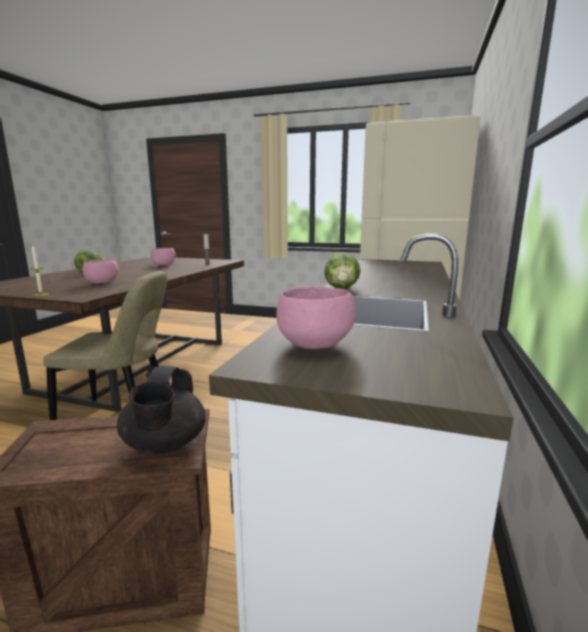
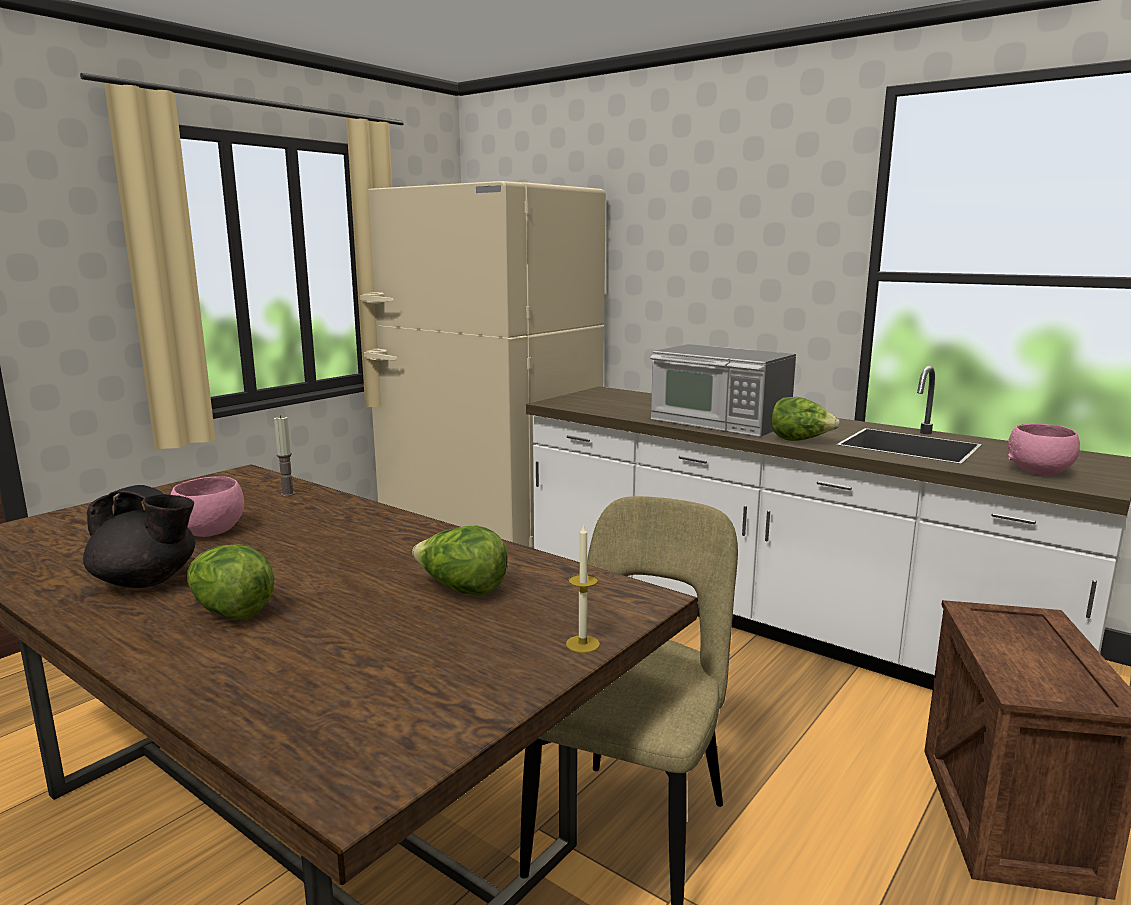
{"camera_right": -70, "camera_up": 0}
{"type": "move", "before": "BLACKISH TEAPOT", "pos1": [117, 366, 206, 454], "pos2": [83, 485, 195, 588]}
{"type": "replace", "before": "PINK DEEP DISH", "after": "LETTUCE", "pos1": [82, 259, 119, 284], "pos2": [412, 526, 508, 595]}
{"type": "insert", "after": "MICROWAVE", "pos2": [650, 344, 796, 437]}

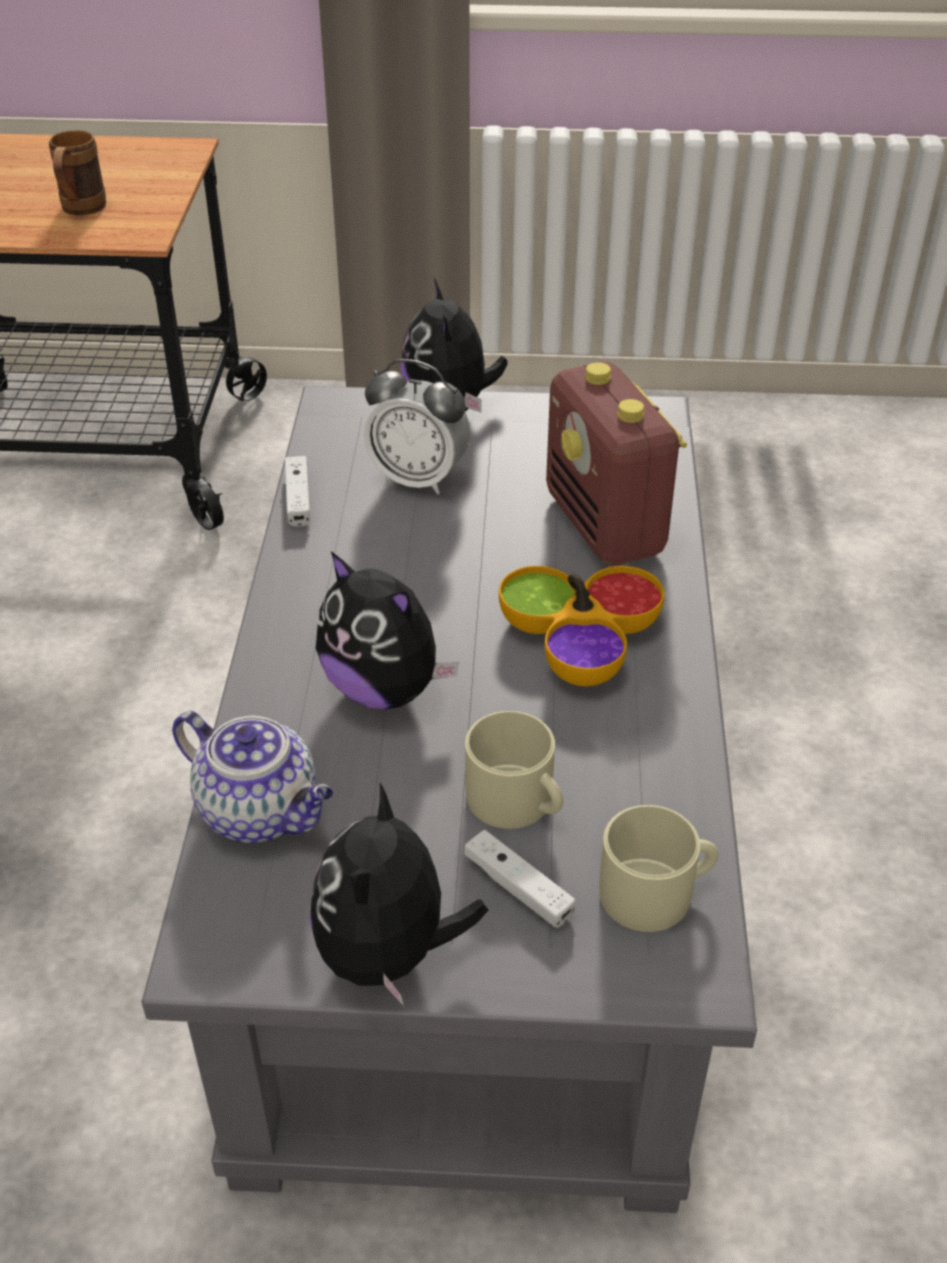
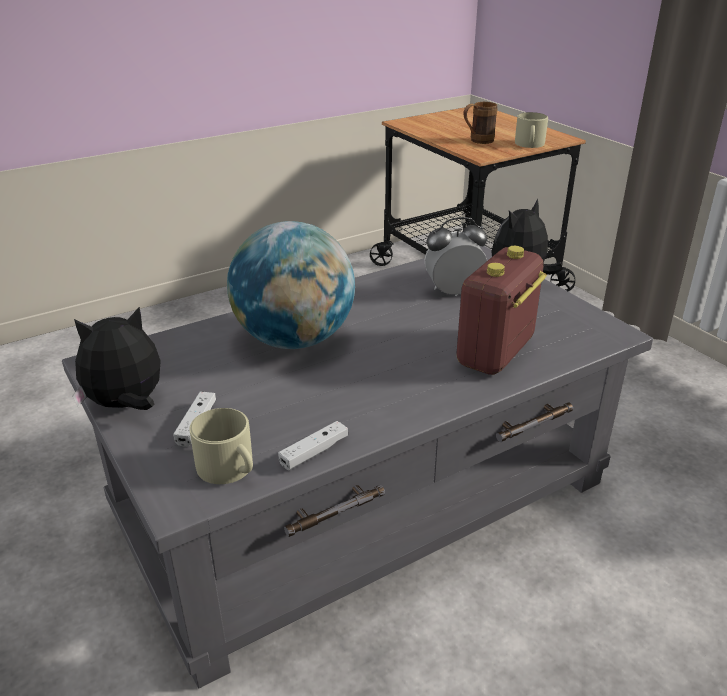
{"camera_right": 55, "camera_up": -10}
{"type": "replace", "before": "CUDDLY TOY", "after": "DESK GLOBE", "pos1": [316, 551, 459, 709], "pos2": [227, 221, 355, 349]}
{"type": "move", "before": "WHITE GAMEPAD", "pos1": [285, 456, 310, 527], "pos2": [278, 421, 348, 470]}
{"type": "rotate", "before": "BEDSIDE CLOCK", "pos1": [364, 359, 470, 495], "pos2": [425, 217, 487, 296], "turn": 90}
{"type": "move", "before": "SAND-COLOURED TEA MUG", "pos1": [465, 711, 563, 829], "pos2": [515, 112, 548, 148]}
{"type": "delete", "before": "TEAPOT", "pos1": [172, 711, 334, 843]}
{"type": "delete", "before": "DEEP DISH", "pos1": [499, 566, 664, 686]}

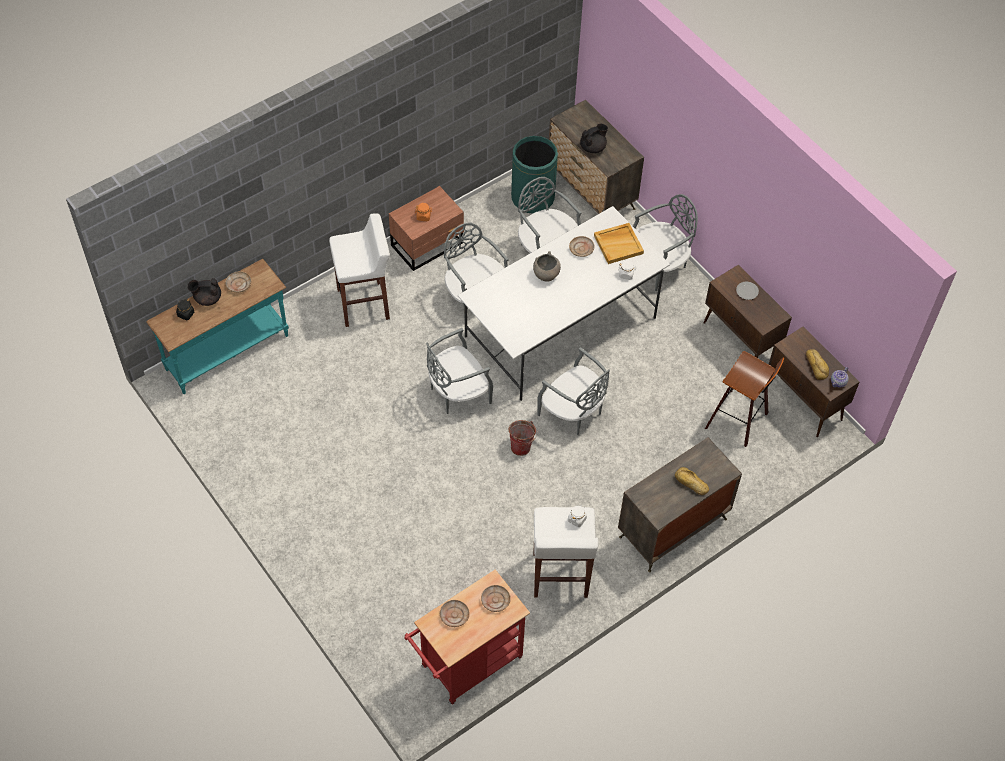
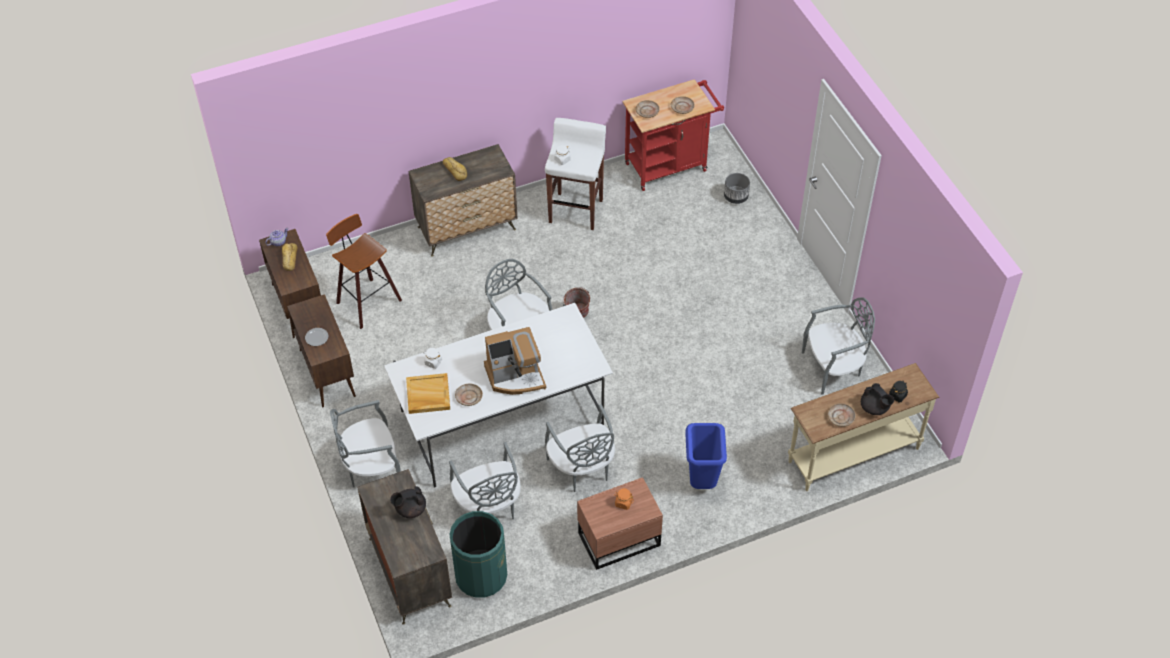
{"camera_right": -165, "camera_up": -5}
{"type": "replace", "before": "GRAY DEEP DISH", "after": "COFFEE BREWER", "pos1": [533, 251, 561, 282], "pos2": [484, 327, 546, 395]}
{"type": "replace", "before": "WHITE STOOL SEAT", "after": "BLUE WASTE BIN", "pos1": [329, 213, 390, 327], "pos2": [685, 423, 727, 489]}
{"type": "insert", "after": "GRAY FLOWER POT", "pos2": [724, 173, 750, 204]}
{"type": "recolor", "before": "TURQUOISE HALL TABLE", "after": "SAND-COLOURED HALL TABLE", "pos1": [146, 259, 289, 394], "pos2": [788, 363, 939, 491]}
{"type": "move", "before": "GRAY PLAIN CHAIR", "pos1": [426, 328, 493, 414], "pos2": [802, 297, 875, 394]}
{"type": "rotate", "before": "BLACKISH TEAPOT", "pos1": [187, 278, 221, 306], "pos2": [861, 383, 894, 415], "turn": 45}

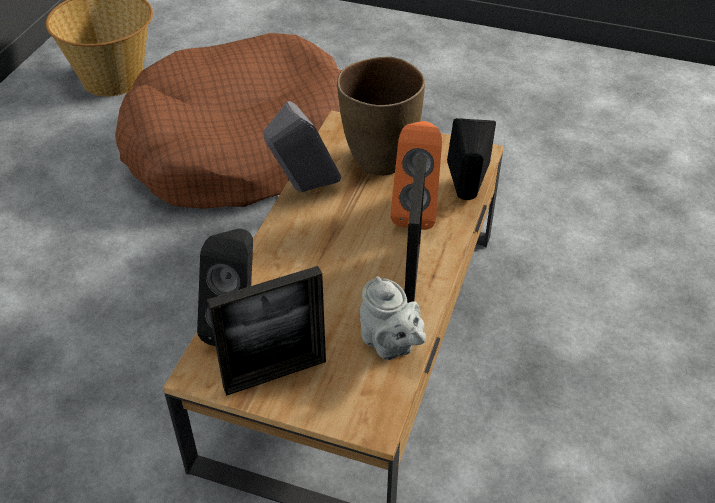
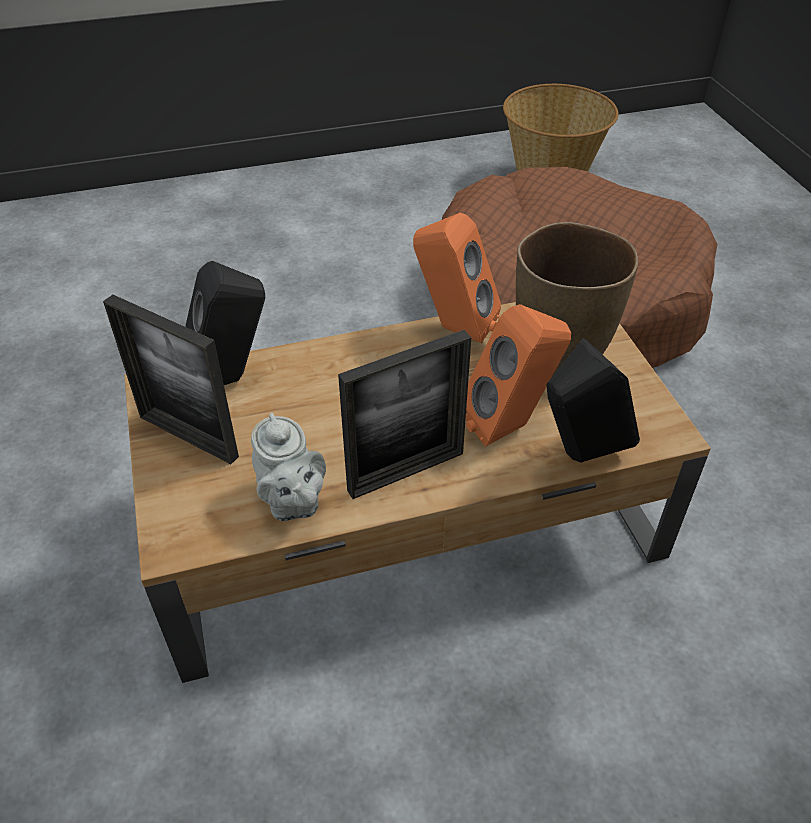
{"camera_right": 55, "camera_up": 0}
{"type": "rotate", "before": "GRAY TEAPOT", "pos1": [360, 276, 426, 360], "pos2": [251, 413, 326, 521], "turn": -45}
{"type": "recolor", "before": "GRAY LOUDSPEAKER", "after": "ORANGE-COLOURED LOUDSPEAKER", "pos1": [264, 101, 341, 192], "pos2": [413, 213, 501, 343]}

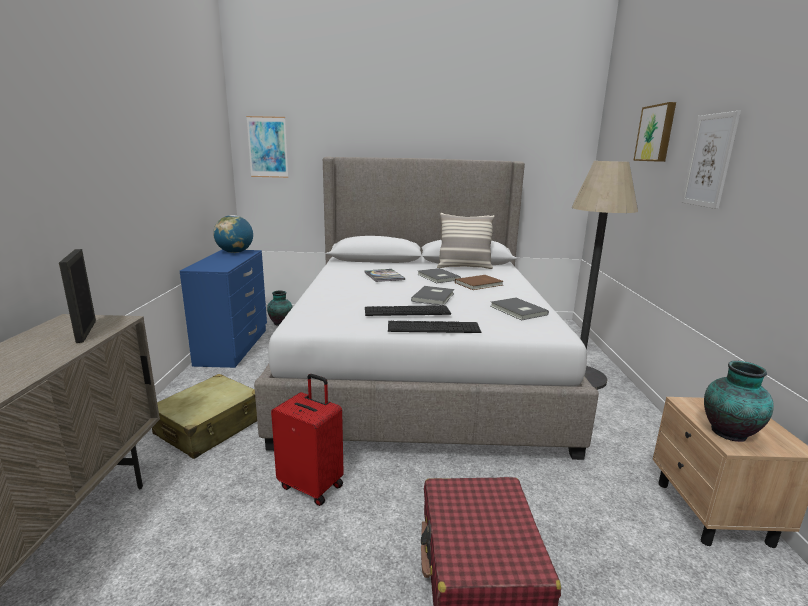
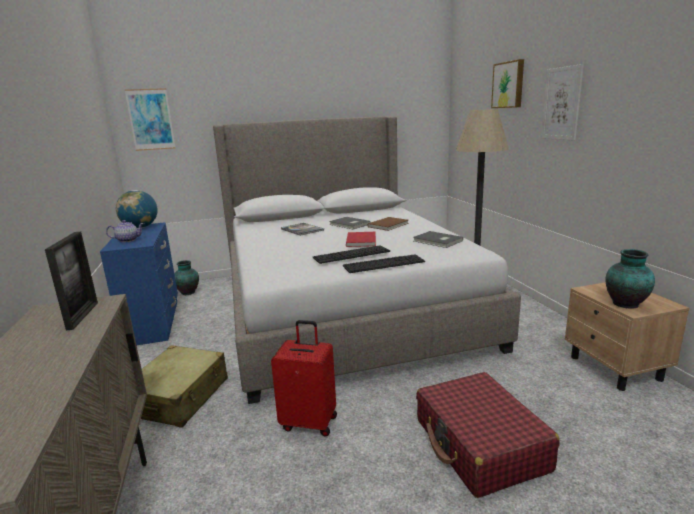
{"camera_right": -15, "camera_up": 0}
{"type": "rotate", "before": "PHOTO FRAME", "pos1": [59, 249, 96, 343], "pos2": [45, 232, 98, 330], "turn": -150}
{"type": "insert", "after": "TEAPOT", "pos2": [106, 220, 144, 242]}
{"type": "recolor", "before": "GRAY BOOK", "after": "RED-COLOURED BOOK", "pos1": [411, 286, 454, 306], "pos2": [346, 232, 376, 247]}
{"type": "delete", "before": "CUSHION", "pos1": [437, 213, 494, 269]}

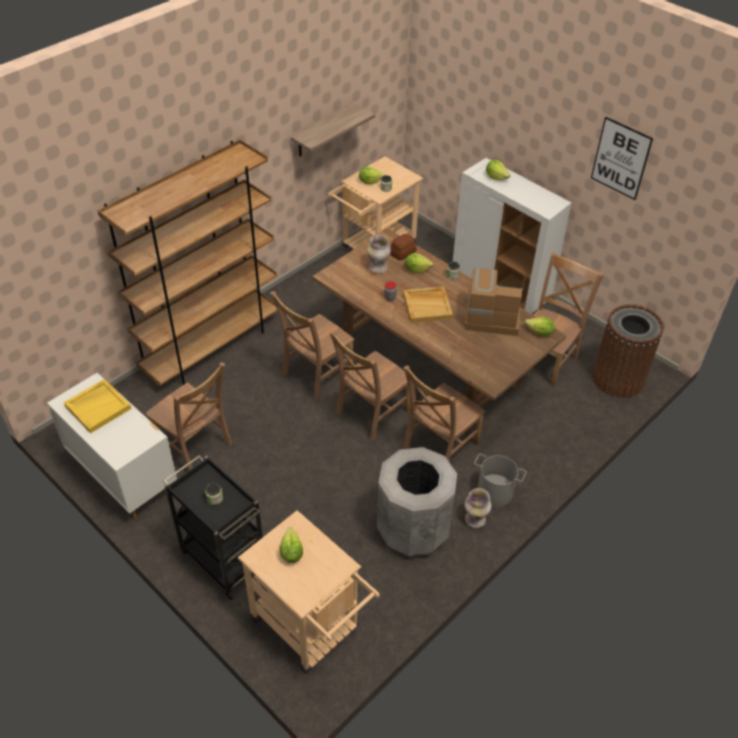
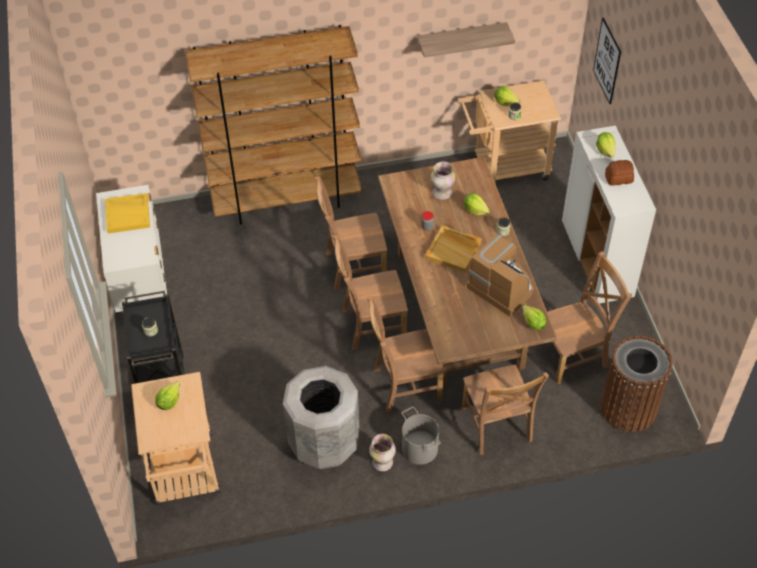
{"camera_right": 35, "camera_up": 5}
{"type": "move", "before": "BROWN-COLOURED PLAIN CHAIR", "pos1": [145, 362, 232, 470], "pos2": [462, 364, 549, 455]}
{"type": "move", "before": "WALL ART", "pos1": [591, 117, 653, 200], "pos2": [593, 18, 621, 104]}
{"type": "move", "before": "BAKED BREAD", "pos1": [390, 234, 417, 260], "pos2": [605, 160, 634, 186]}

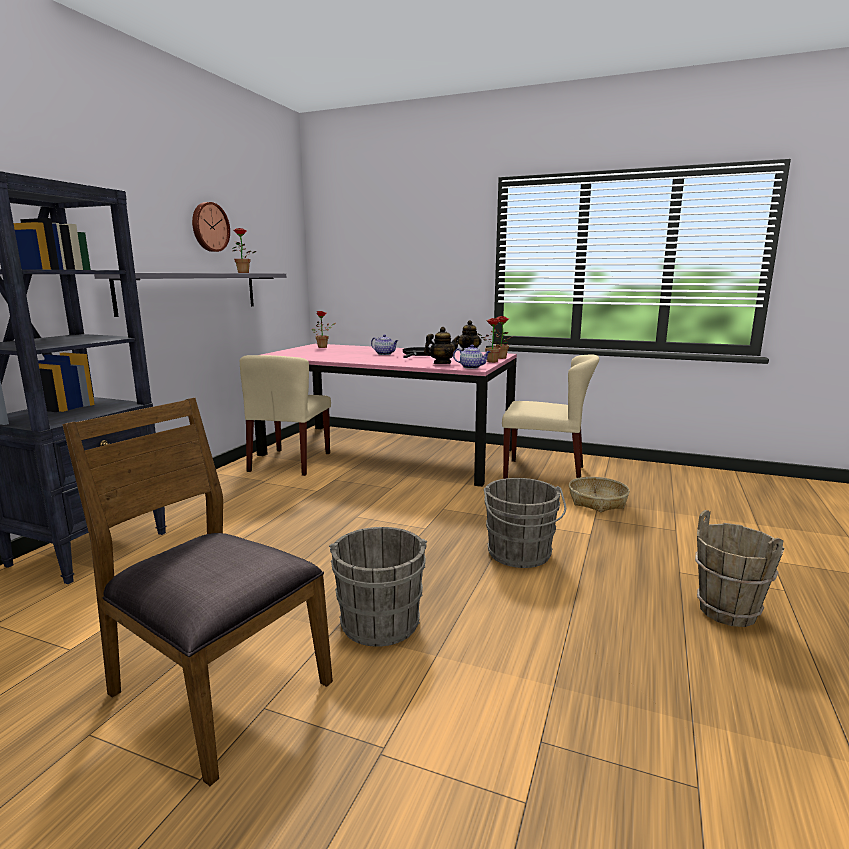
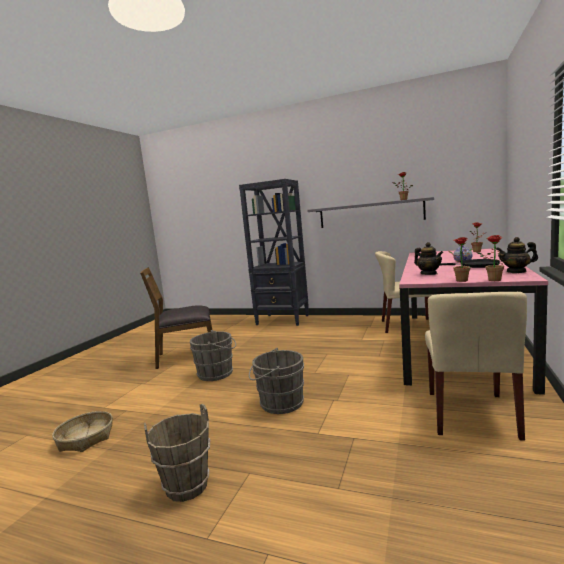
{"camera_right": 90, "camera_up": -5}
{"type": "move", "before": "BASKET", "pos1": [569, 477, 630, 512], "pos2": [52, 411, 113, 452]}
{"type": "rotate", "before": "BROWN-COLOURED PLAIN CHAIR", "pos1": [62, 398, 333, 786], "pos2": [140, 267, 212, 369], "turn": -135}
{"type": "delete", "before": "CLOCK ON THE WALL", "pos1": [192, 202, 230, 252]}
{"type": "delete", "before": "TEAPOT", "pos1": [453, 345, 491, 369]}

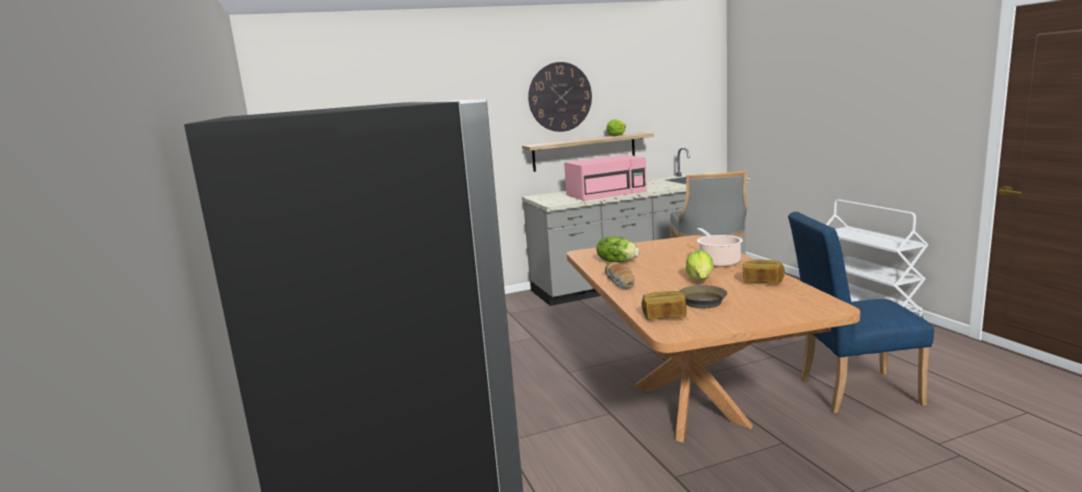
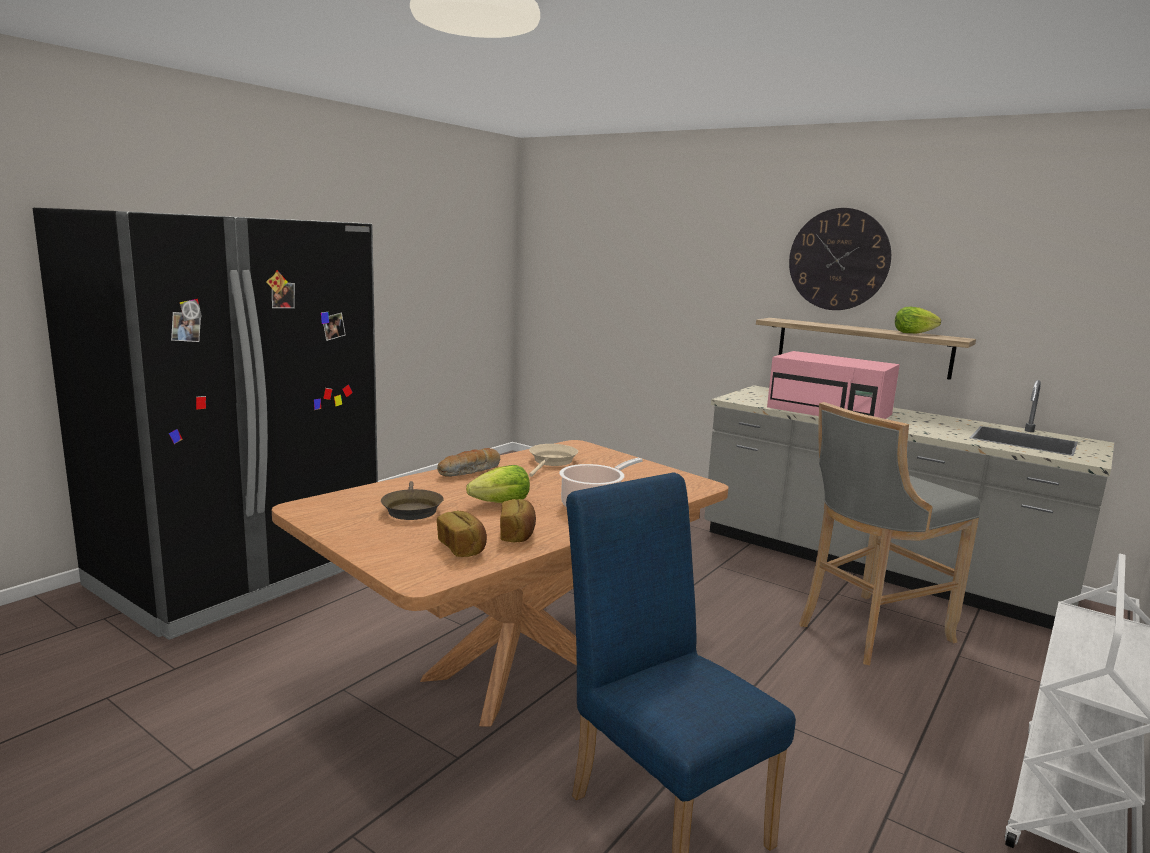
{"camera_right": 55, "camera_up": 0}
{"type": "move", "before": "BAKED BREAD", "pos1": [642, 291, 686, 320], "pos2": [437, 511, 487, 557]}
{"type": "replace", "before": "LETTUCE", "after": "SAND-COLOURED SKILLET", "pos1": [596, 236, 640, 262], "pos2": [529, 444, 578, 477]}

